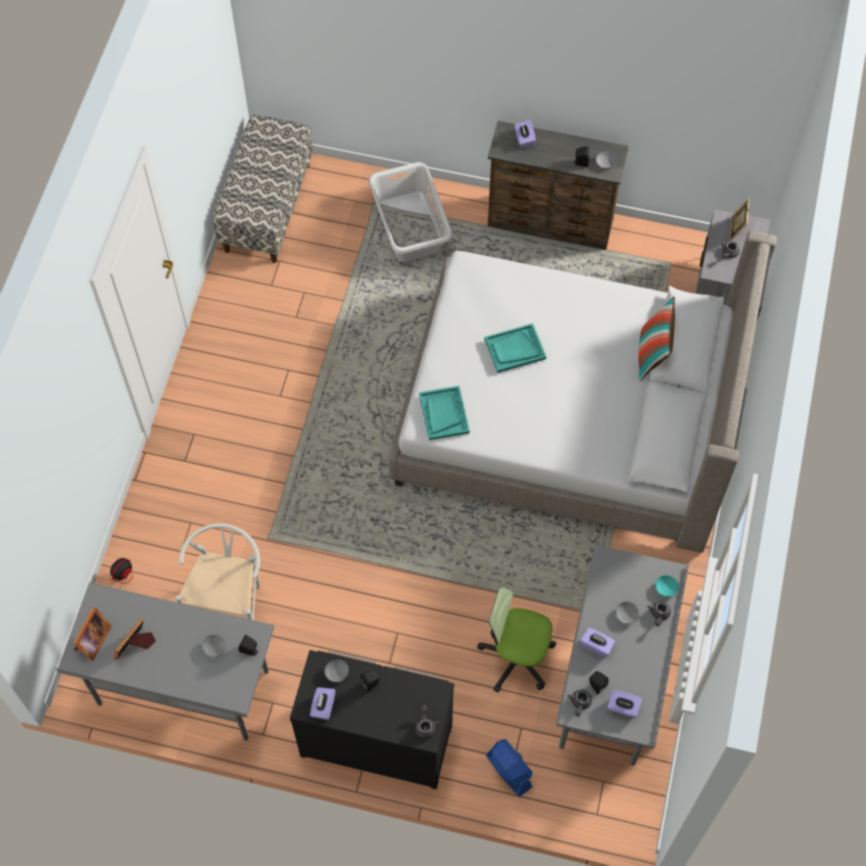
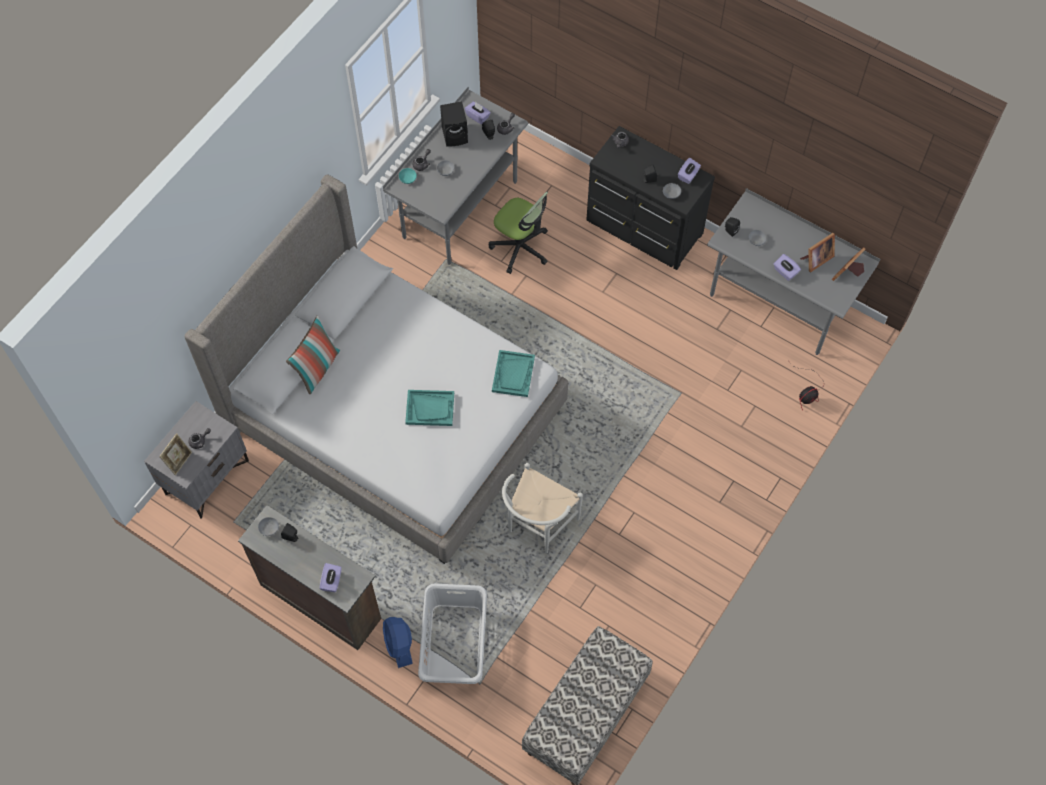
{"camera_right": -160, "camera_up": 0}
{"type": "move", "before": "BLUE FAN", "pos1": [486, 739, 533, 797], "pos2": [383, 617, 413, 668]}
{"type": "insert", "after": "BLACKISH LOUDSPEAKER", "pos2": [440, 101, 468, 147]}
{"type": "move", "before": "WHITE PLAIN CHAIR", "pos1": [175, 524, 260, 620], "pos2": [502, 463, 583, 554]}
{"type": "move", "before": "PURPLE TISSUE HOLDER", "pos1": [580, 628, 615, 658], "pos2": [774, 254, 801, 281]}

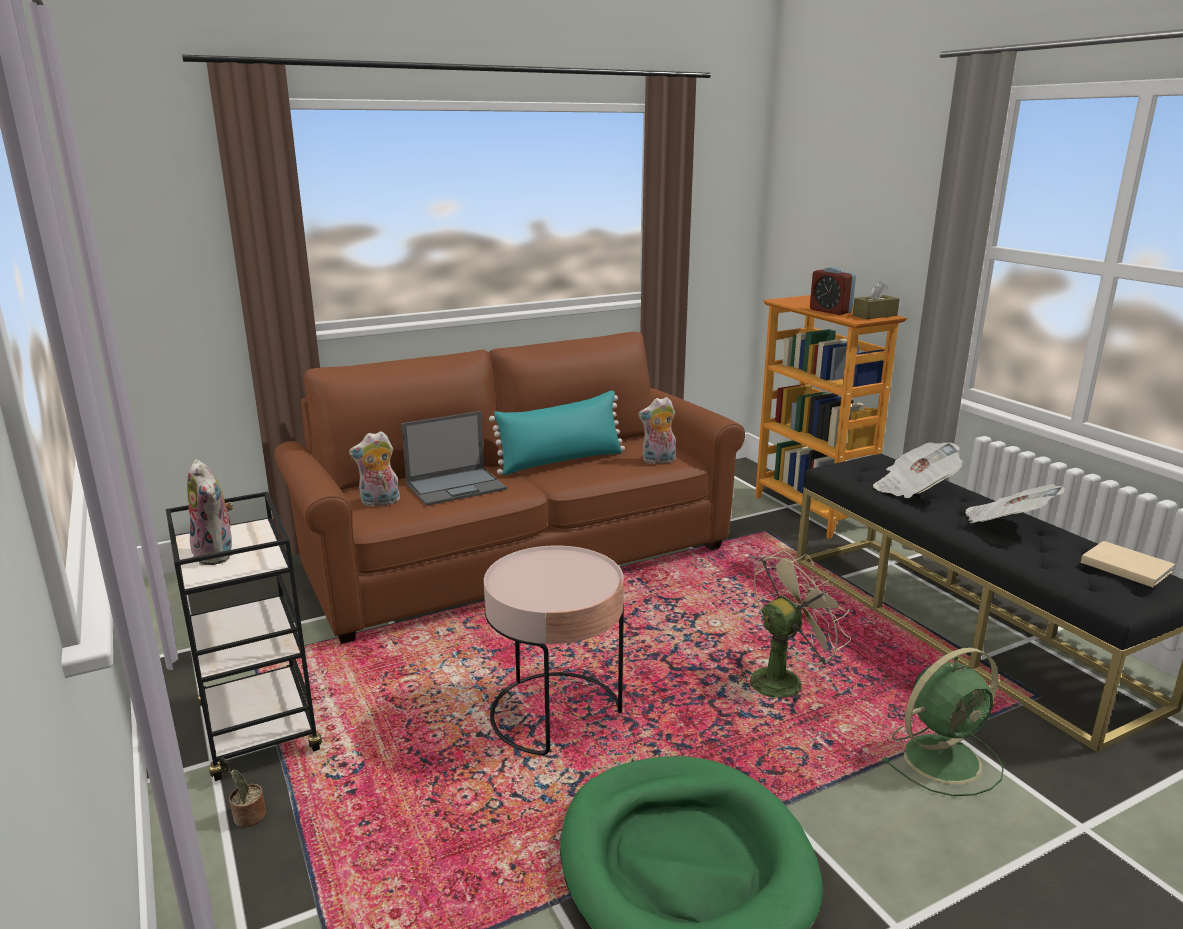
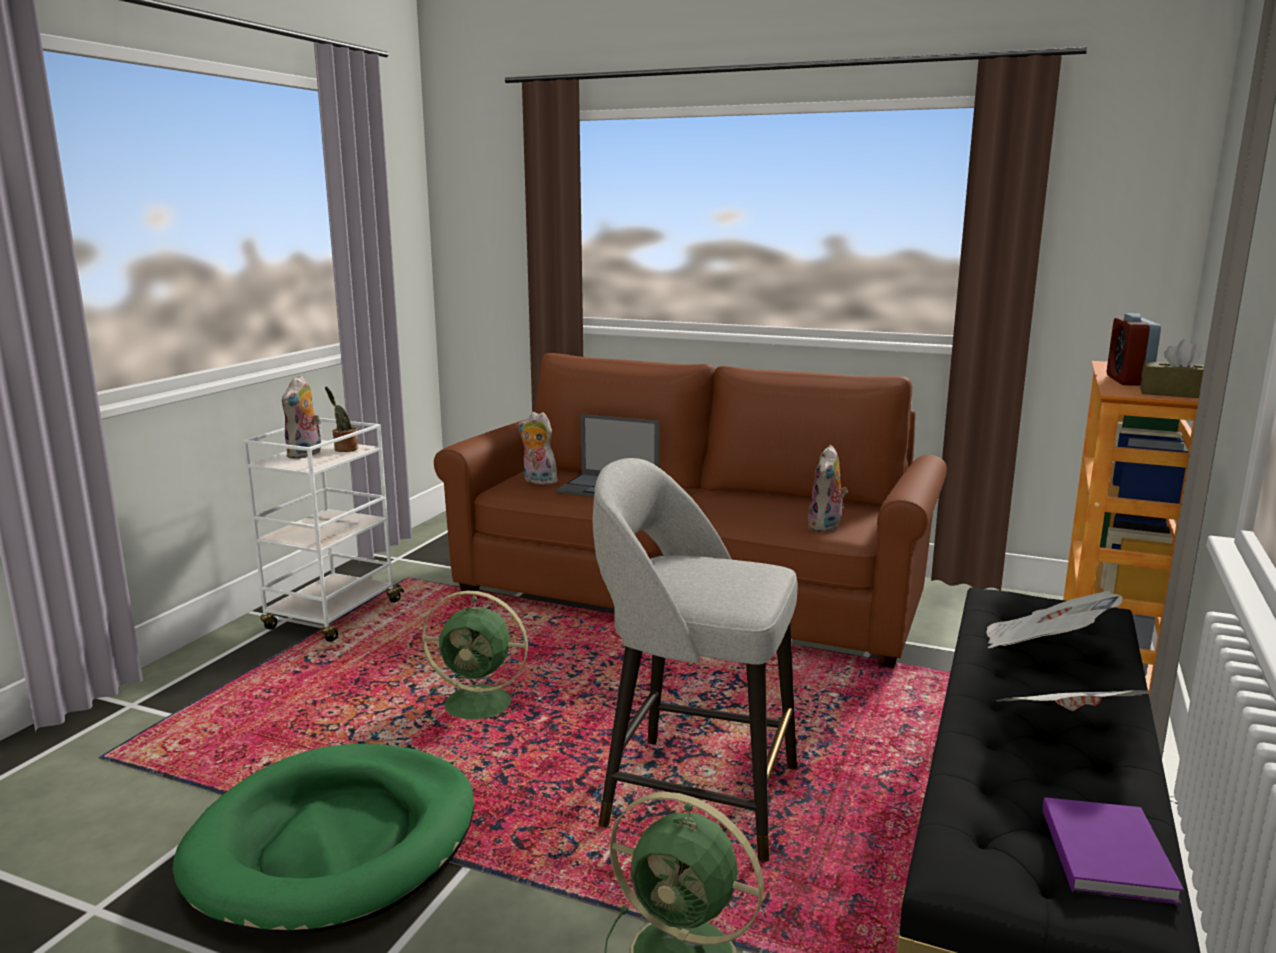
{"camera_right": 50, "camera_up": -5}
{"type": "recolor", "before": "BLACKISH WHEELED CART", "after": "WHITE WHEELED CART", "pos1": [166, 492, 322, 781], "pos2": [243, 418, 404, 642]}
{"type": "move", "before": "POTTED PLANT", "pos1": [219, 757, 266, 827], "pos2": [325, 386, 358, 452]}
{"type": "replace", "before": "PINK ACCENT TABLE", "after": "GREEN-COLOURED FAN", "pos1": [484, 546, 624, 755], "pos2": [422, 591, 528, 723]}
{"type": "replace", "before": "SAND-COLOURED FAN", "after": "GRAY STOOL SEAT", "pos1": [737, 551, 851, 698], "pos2": [593, 458, 797, 862]}
{"type": "rotate", "before": "CUDDLY TOY", "pos1": [638, 397, 676, 464], "pos2": [808, 445, 848, 533], "turn": -105}
{"type": "recolor", "before": "SAND-COLOURED BOOK", "after": "PURPLE BOOK", "pos1": [1081, 541, 1175, 588], "pos2": [1042, 797, 1184, 905]}
{"type": "delete", "before": "TURQUOISE CUSHION", "pos1": [489, 390, 625, 475]}

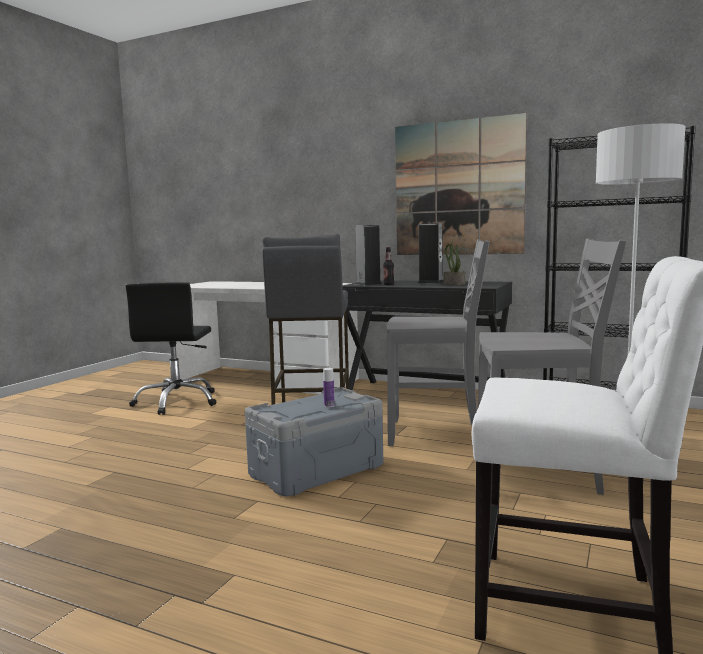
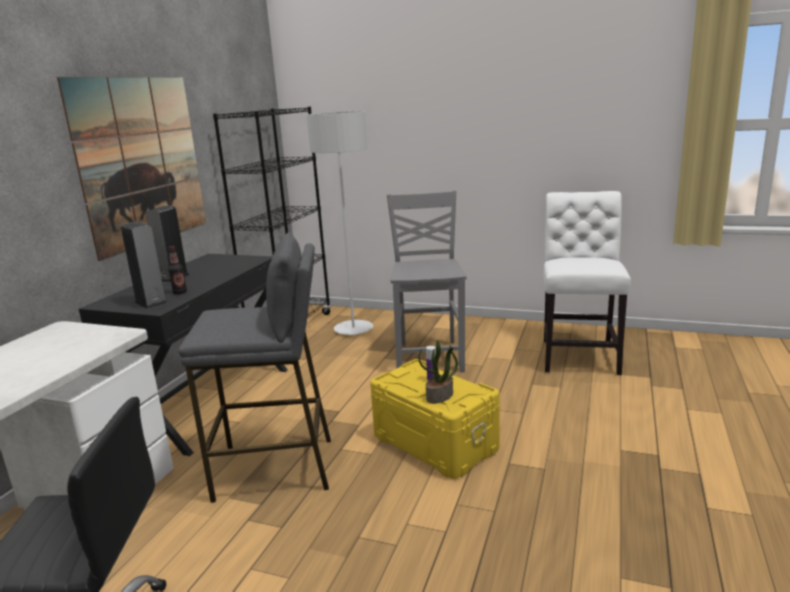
{"camera_right": -95, "camera_up": 10}
{"type": "recolor", "before": "GRAY STORAGE BIN", "after": "YELLOW STORAGE BIN", "pos1": [245, 387, 383, 496], "pos2": [370, 359, 499, 479]}
{"type": "move", "before": "POTTED PLANT", "pos1": [443, 239, 465, 285], "pos2": [418, 340, 458, 404]}
{"type": "delete", "before": "GRAY PLAIN CHAIR", "pos1": [386, 239, 490, 446]}

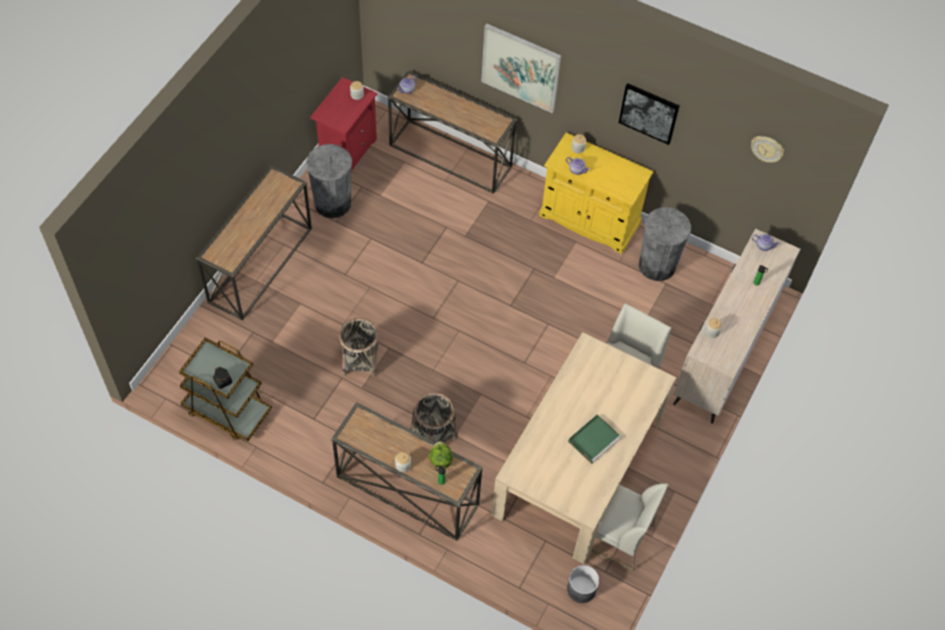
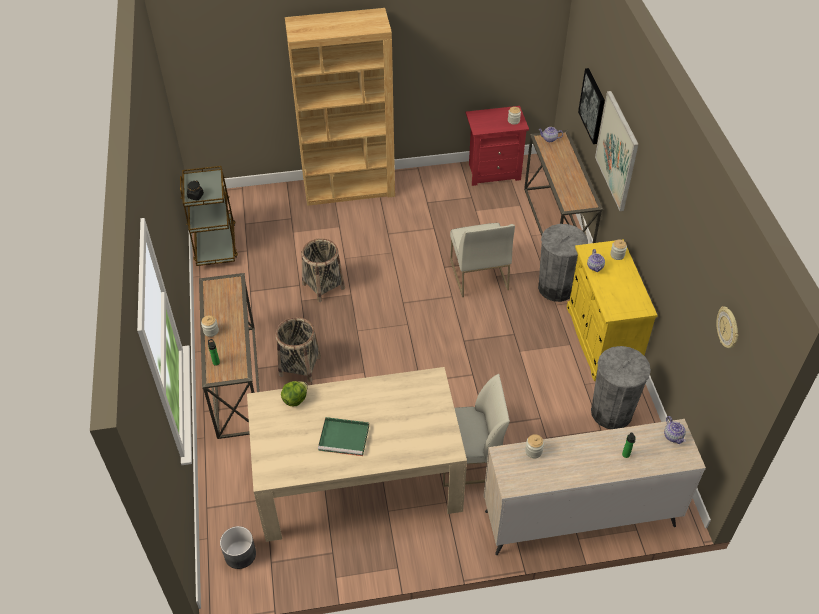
{"camera_right": 55, "camera_up": -10}
{"type": "move", "before": "LETTUCE", "pos1": [429, 441, 453, 468], "pos2": [281, 381, 308, 407]}
{"type": "replace", "before": "HALL TABLE", "after": "BROWN-COLOURED BOOKCASE", "pos1": [196, 165, 312, 321], "pos2": [285, 8, 395, 206]}
{"type": "move", "before": "WHITE PLAIN CHAIR", "pos1": [591, 483, 669, 571], "pos2": [450, 223, 515, 297]}
{"type": "move", "before": "GRAY WASTE BIN", "pos1": [306, 144, 352, 218], "pos2": [538, 224, 588, 302]}
{"type": "move", "before": "WALL ART", "pos1": [619, 83, 680, 145], "pos2": [578, 68, 605, 144]}

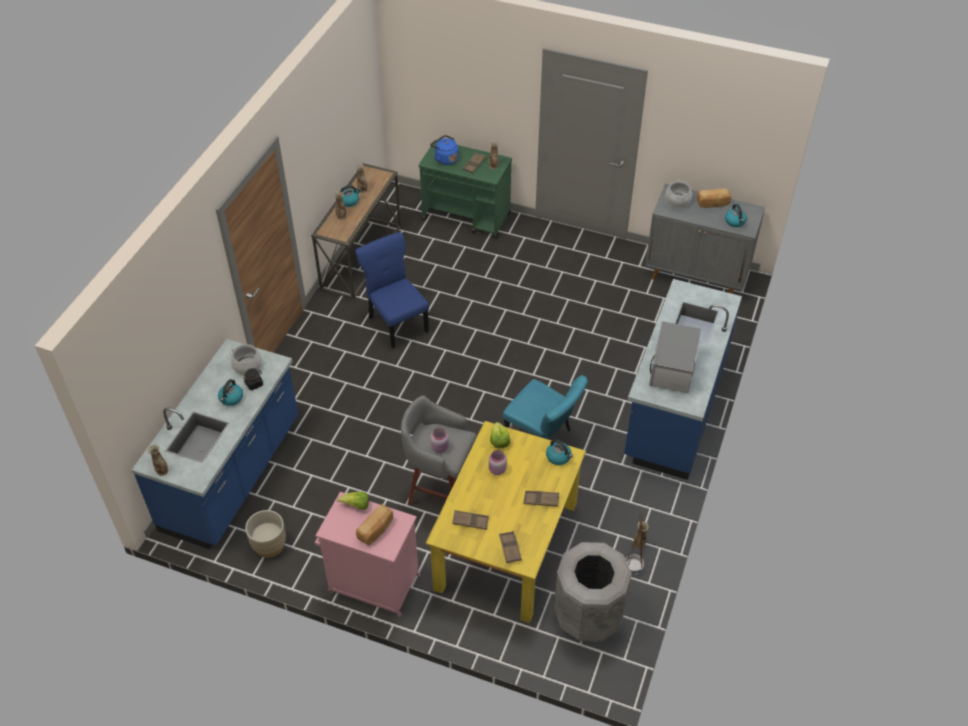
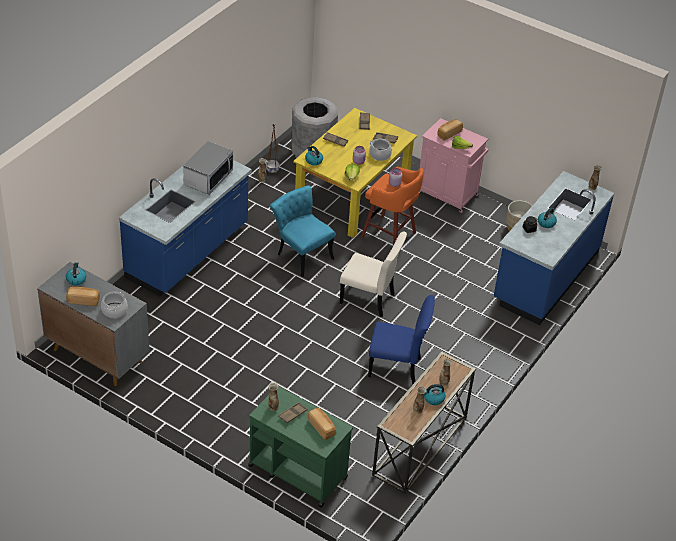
{"camera_right": -170, "camera_up": -5}
{"type": "replace", "before": "BLUE TEA KETTLE", "after": "BAKED BREAD", "pos1": [430, 135, 458, 165], "pos2": [308, 408, 336, 440]}
{"type": "insert", "after": "SAND-COLOURED PLAIN CHAIR", "pos2": [340, 231, 407, 317]}
{"type": "recolor", "before": "GRAY STOOL SEAT", "after": "ORANGE-COLOURED STOOL SEAT", "pos1": [401, 395, 477, 505], "pos2": [361, 167, 424, 245]}
{"type": "rotate", "before": "BLUE PLAIN CHAIR", "pos1": [355, 232, 429, 349], "pos2": [368, 295, 435, 384], "turn": -60}
{"type": "move", "before": "STOCKPOT", "pos1": [229, 344, 262, 375], "pos2": [369, 139, 392, 161]}

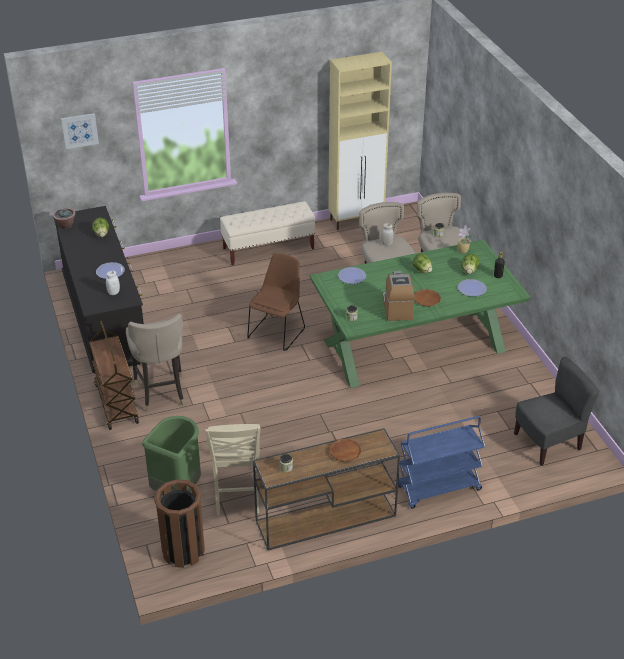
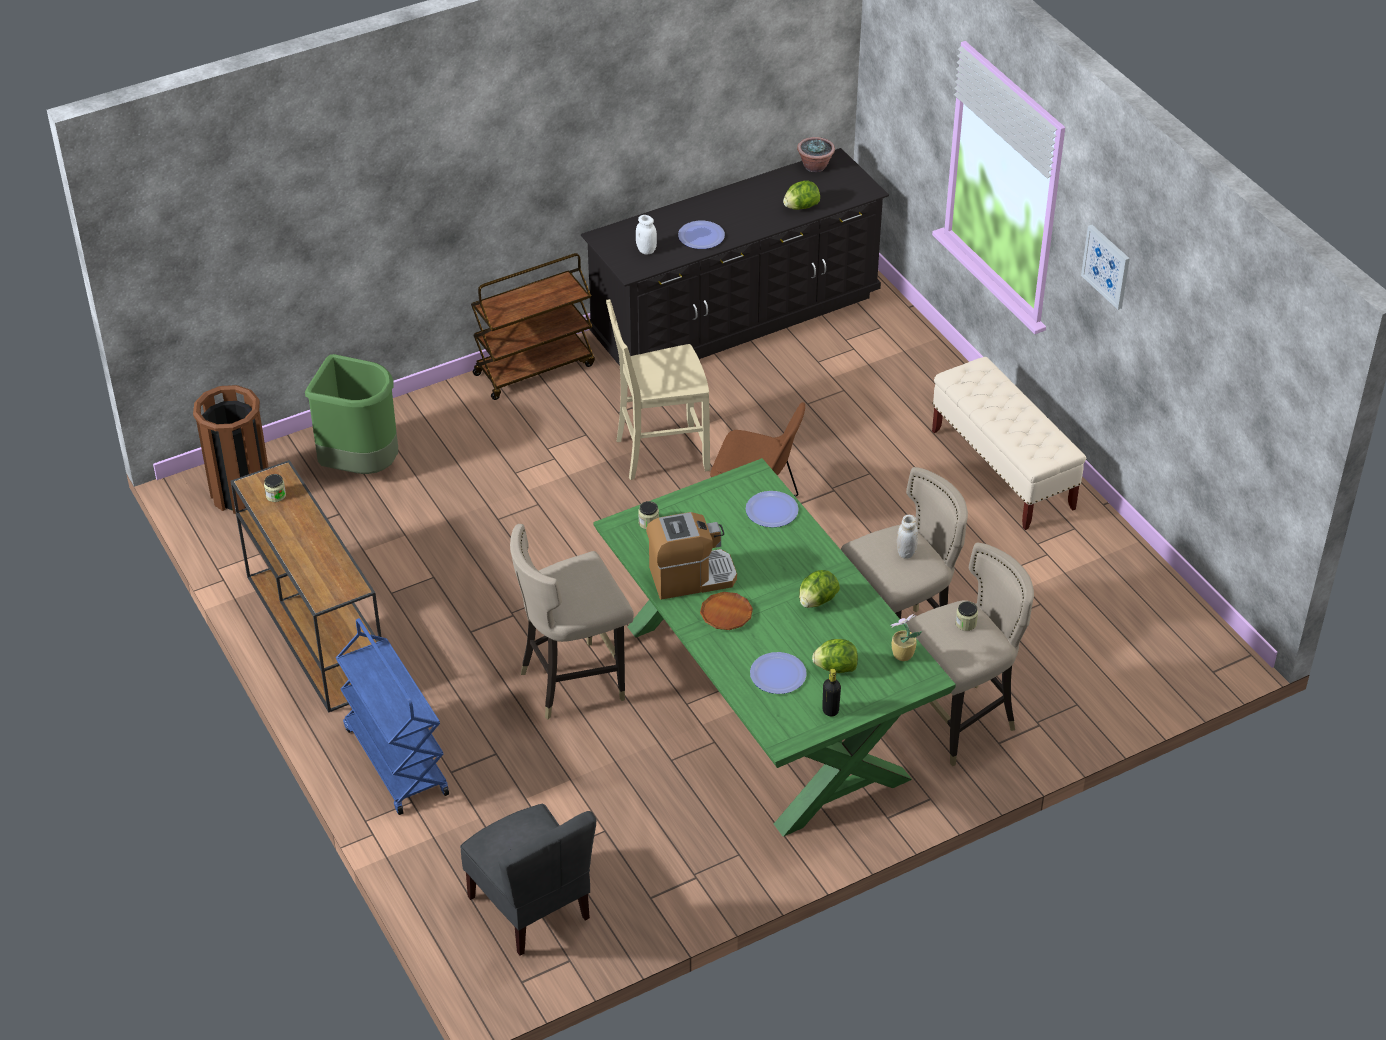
{"camera_right": 80, "camera_up": 5}
{"type": "move", "before": "SAND-COLOURED STOOL SEAT", "pos1": [126, 314, 185, 412], "pos2": [510, 524, 634, 719]}
{"type": "move", "before": "SAND-COLOURED PLAIN CHAIR", "pos1": [205, 424, 261, 516], "pos2": [606, 299, 710, 480]}
{"type": "move", "before": "WALL ART", "pos1": [61, 113, 99, 149], "pos2": [1081, 225, 1130, 310]}
{"type": "delete", "before": "SAND-COLOURED CUPBOARD", "pos1": [328, 52, 392, 230]}
{"type": "delete", "before": "BROWN-COLOURED PLATE", "pos1": [329, 439, 362, 462]}

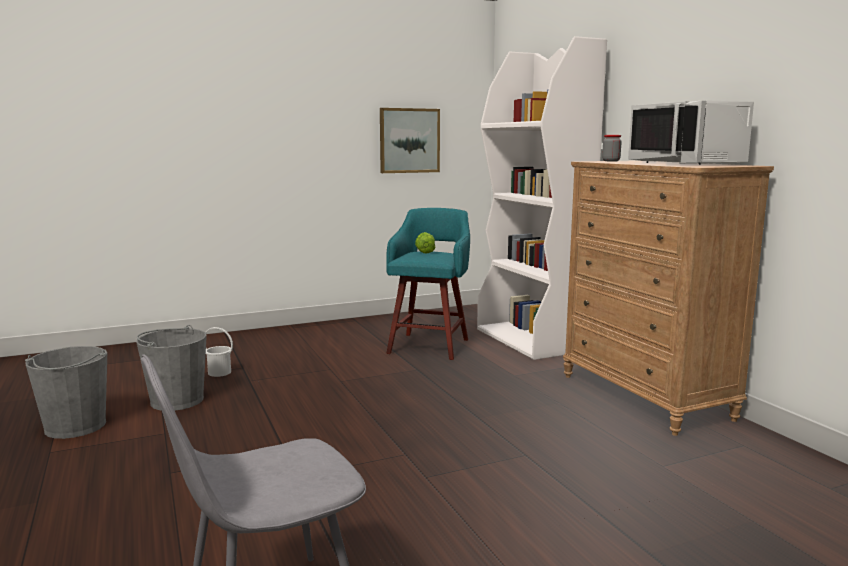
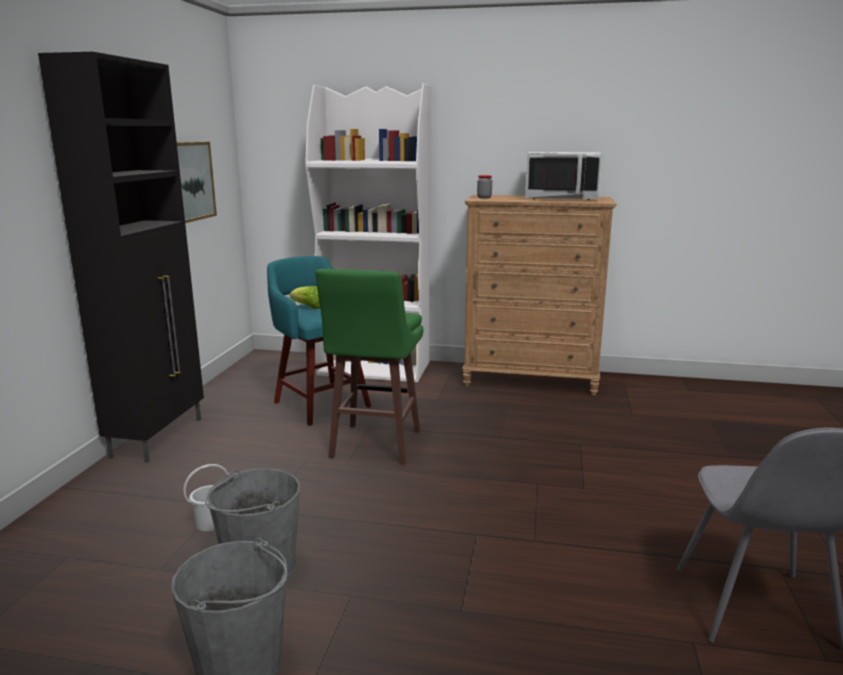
{"camera_right": -55, "camera_up": 5}
{"type": "insert", "after": "BLACKISH CUPBOARD", "pos2": [38, 52, 204, 463]}
{"type": "insert", "after": "GREEN-COLOURED STOOL SEAT", "pos2": [316, 269, 423, 465]}

